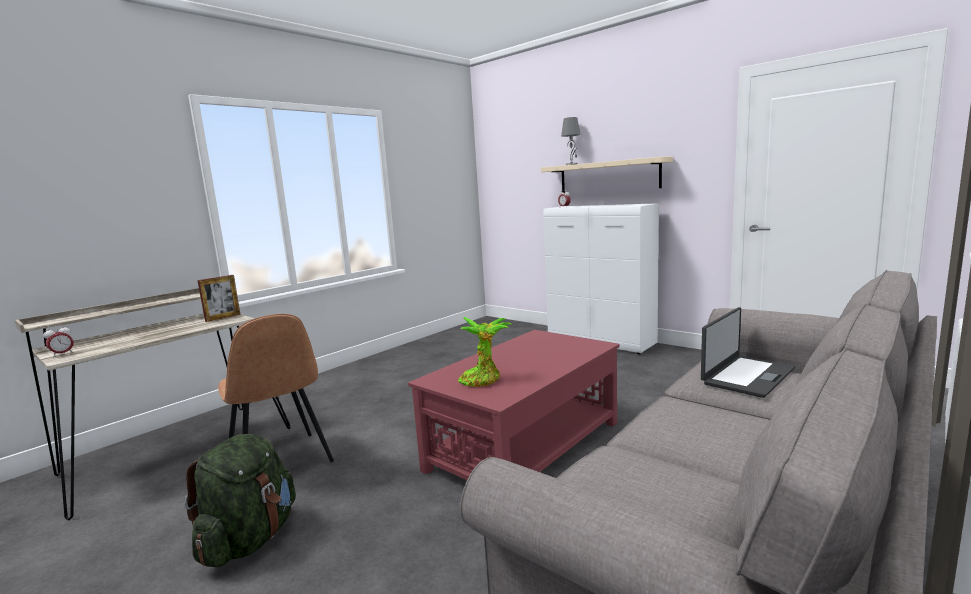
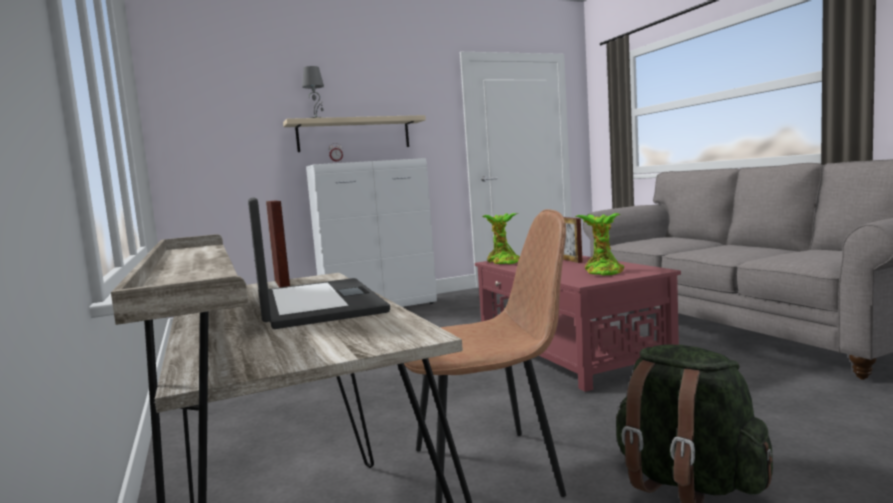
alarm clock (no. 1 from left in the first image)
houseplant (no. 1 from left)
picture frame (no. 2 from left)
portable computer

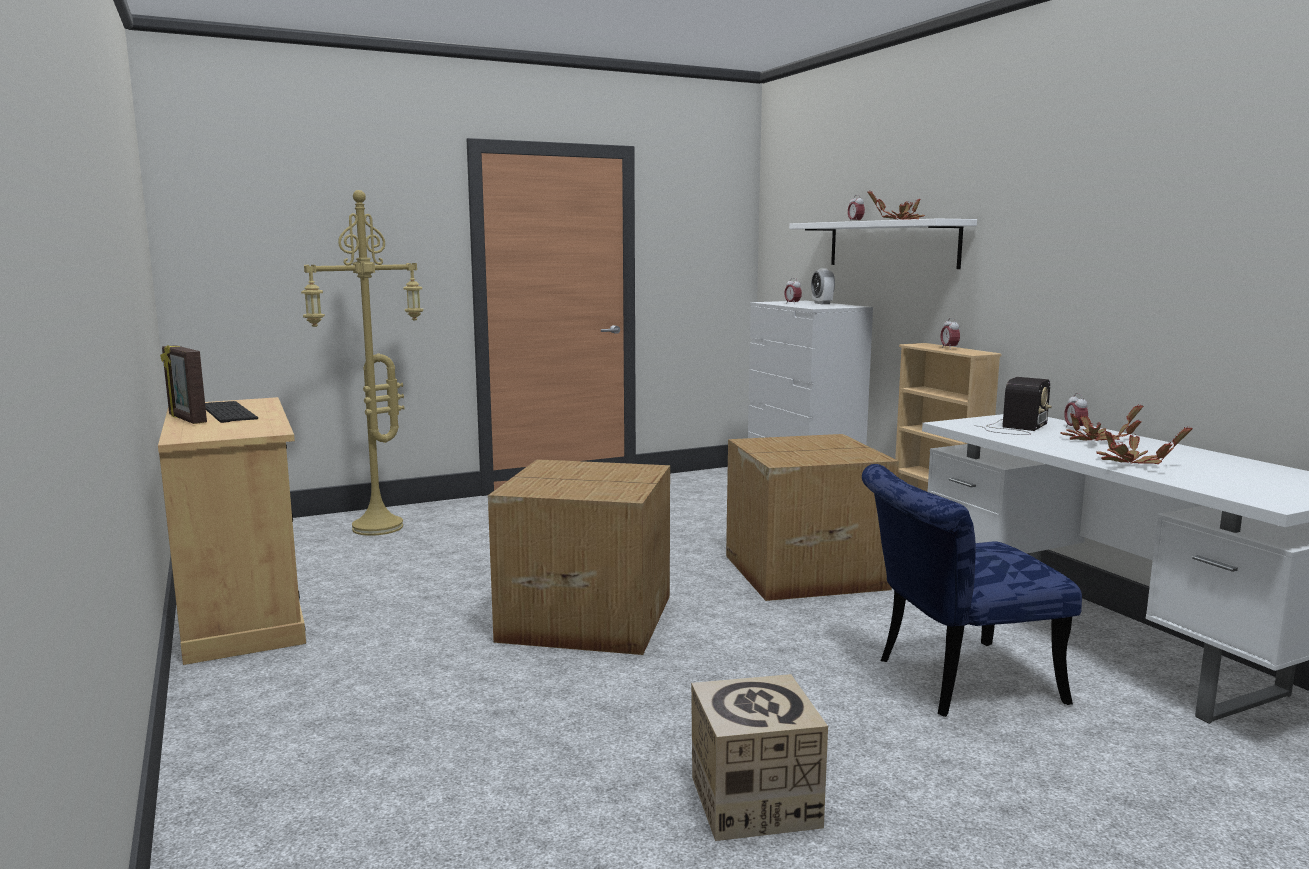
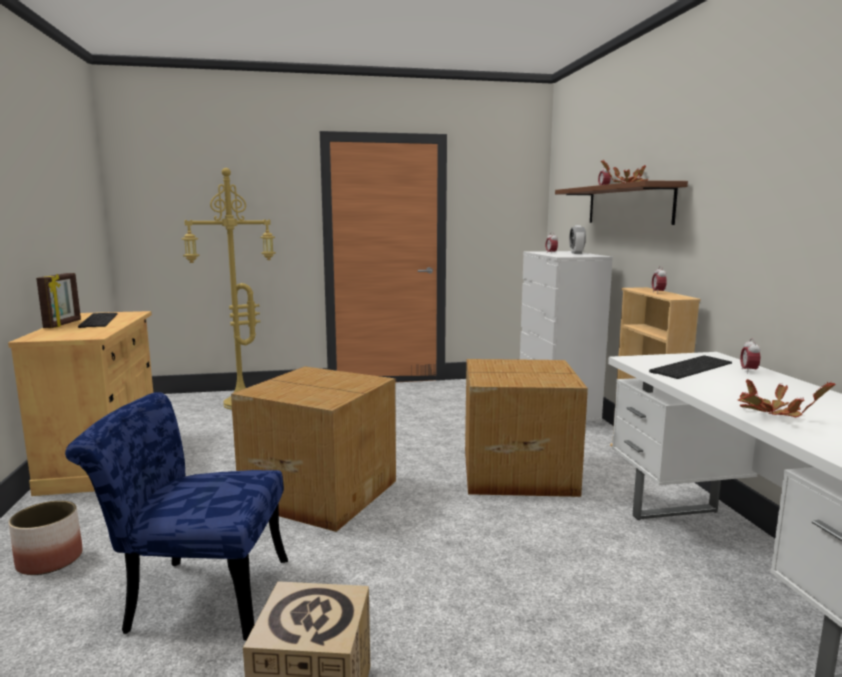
houseplant (no. 2 from left in the first image)
plant pot
upright chair/blue-coloured
PC keyboard (no. 2 from left)
wall shelf/brown
picture frame

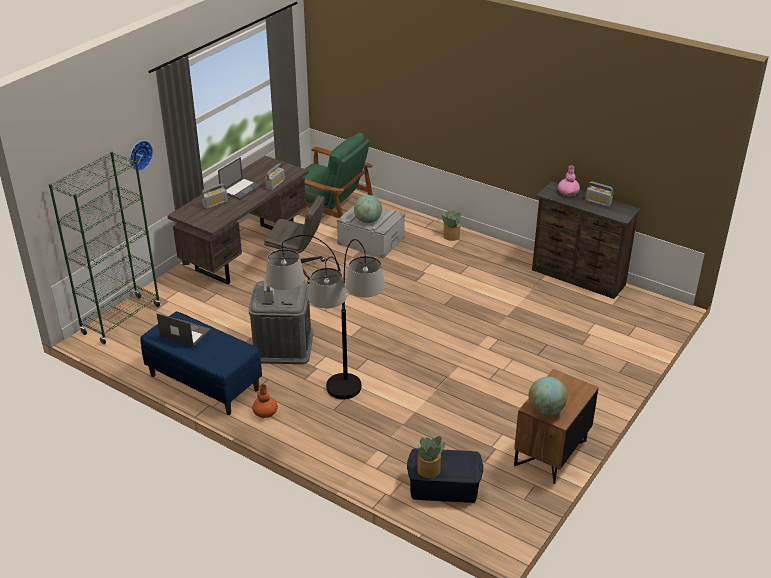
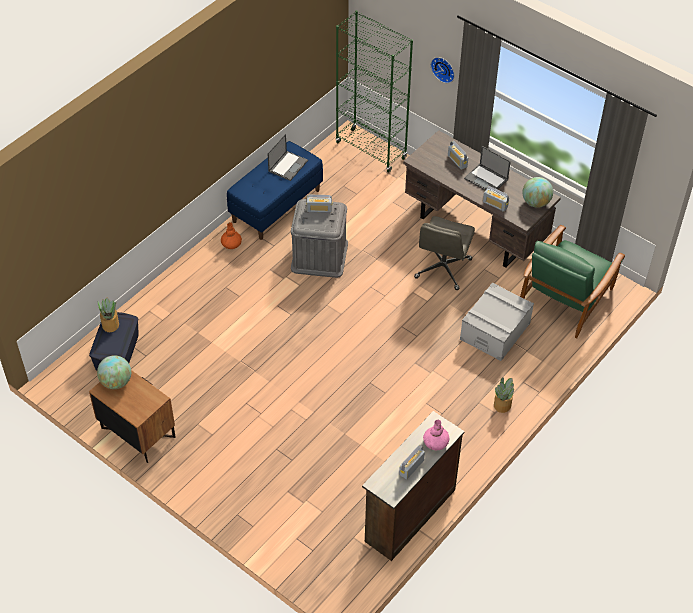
floor lamp
globe (no. 2 from left)

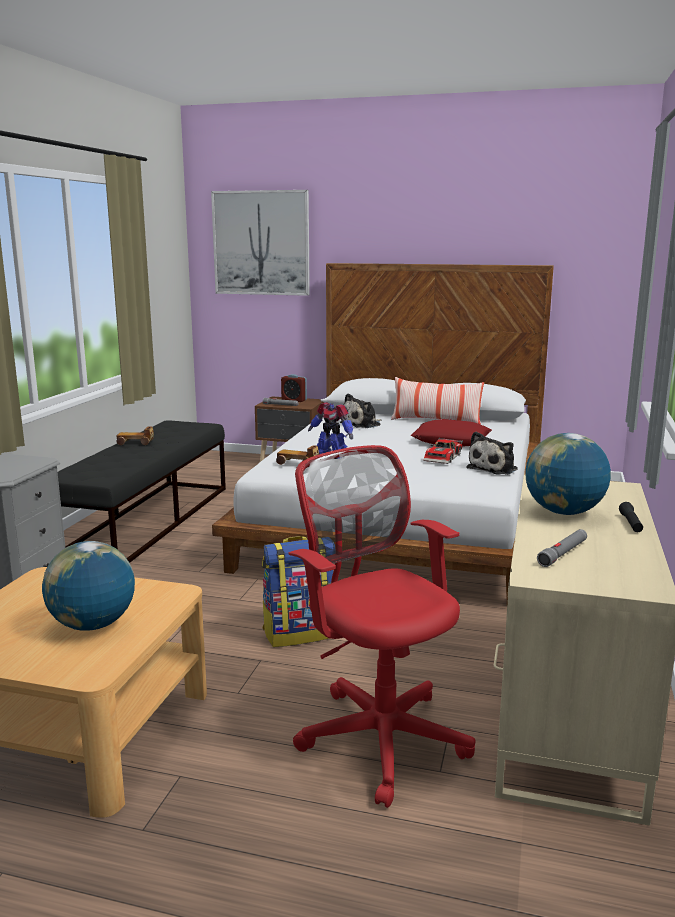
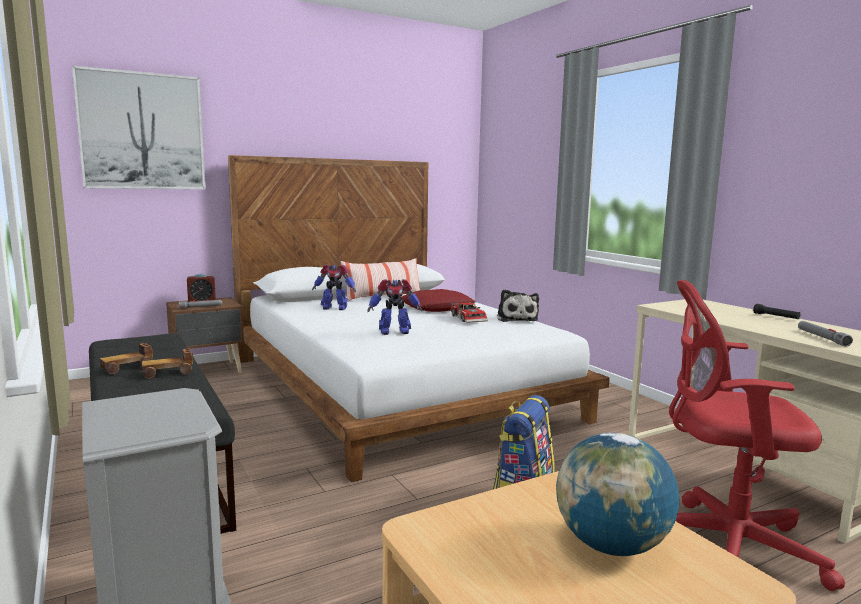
globe (no. 2 from left in the first image)
miniature car (no. 2 from left)
toy robot (no. 1 from left)

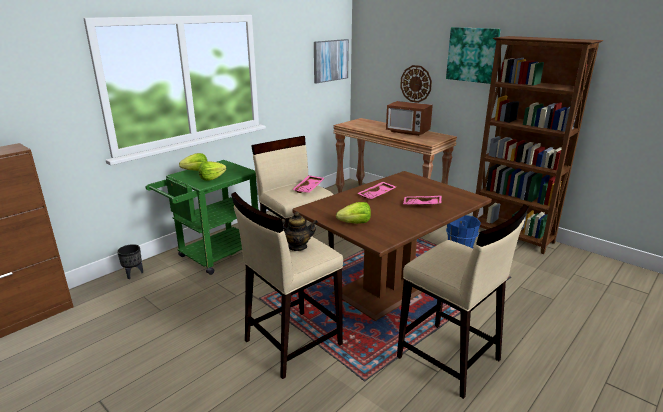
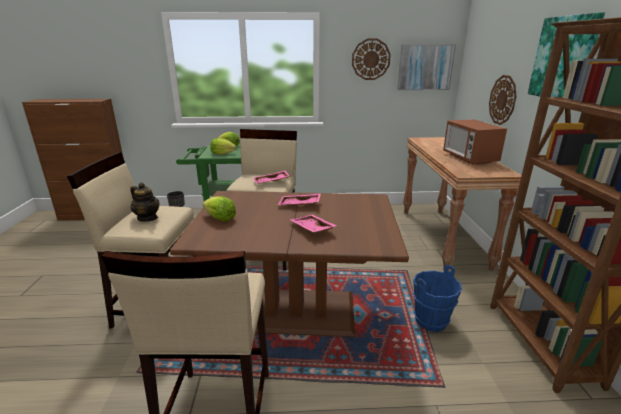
clock on the wall (no. 1 from left)

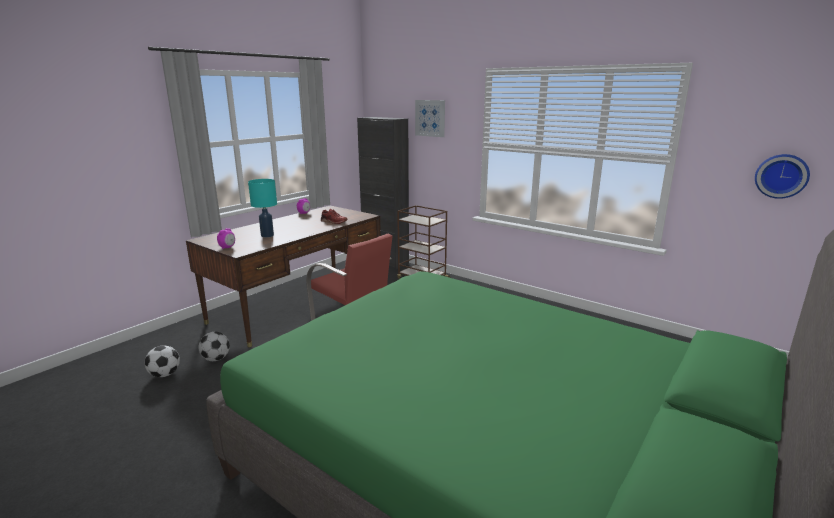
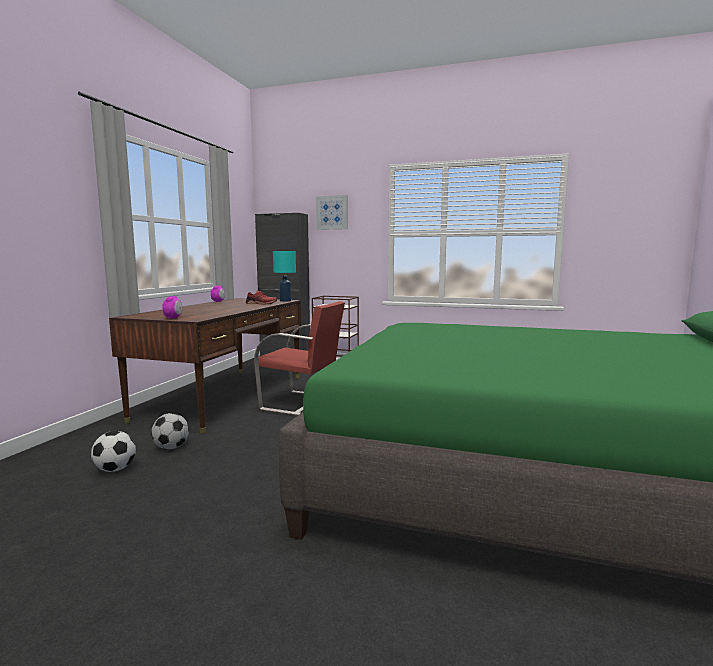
clock on the wall
lamp for a table/turquoise

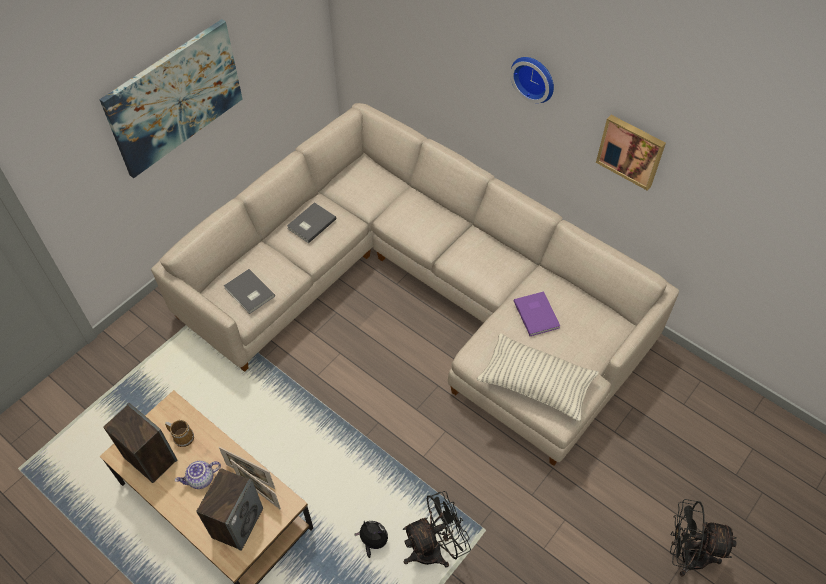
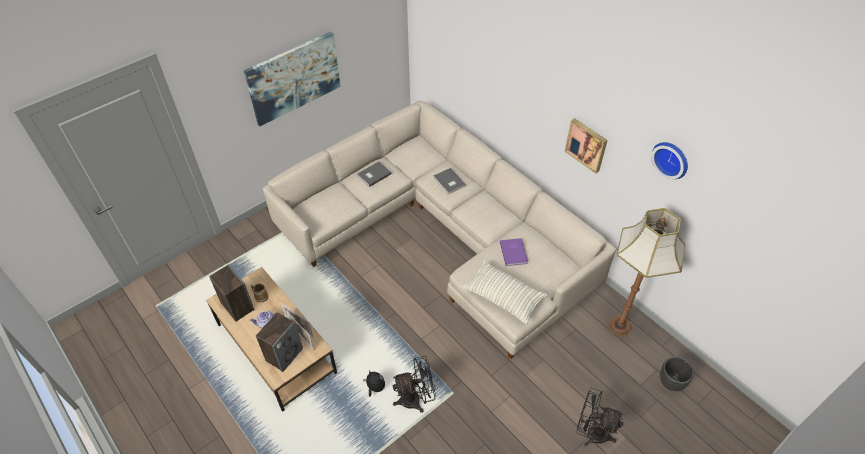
floor lamp
plant pot/black-coloured
book/grey (no. 2 from left)
clock on the wall

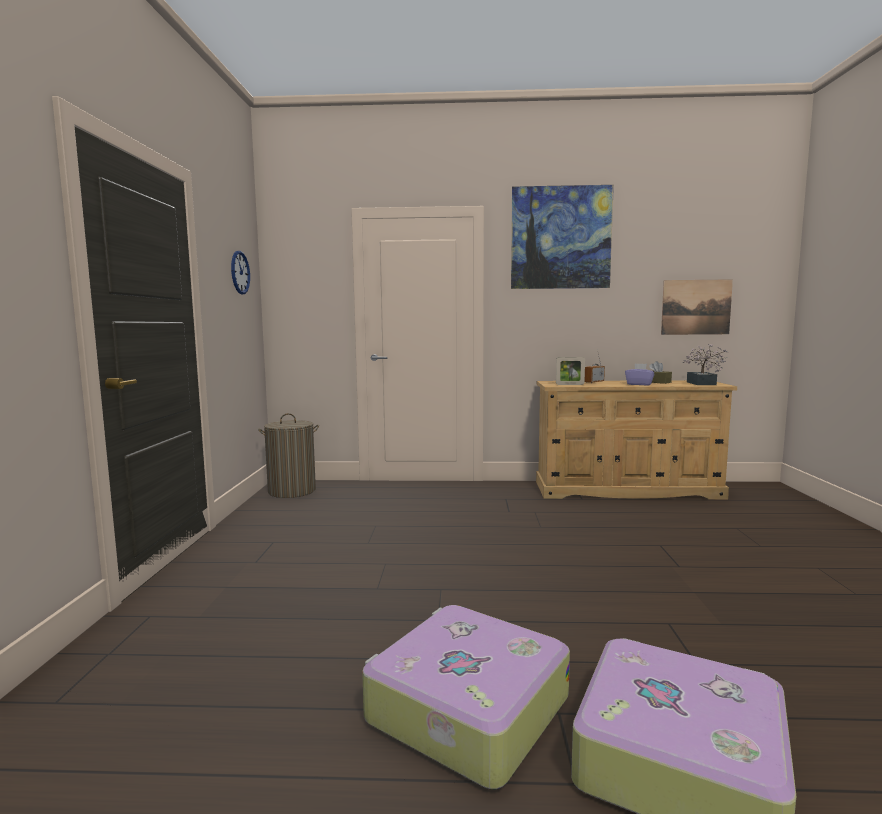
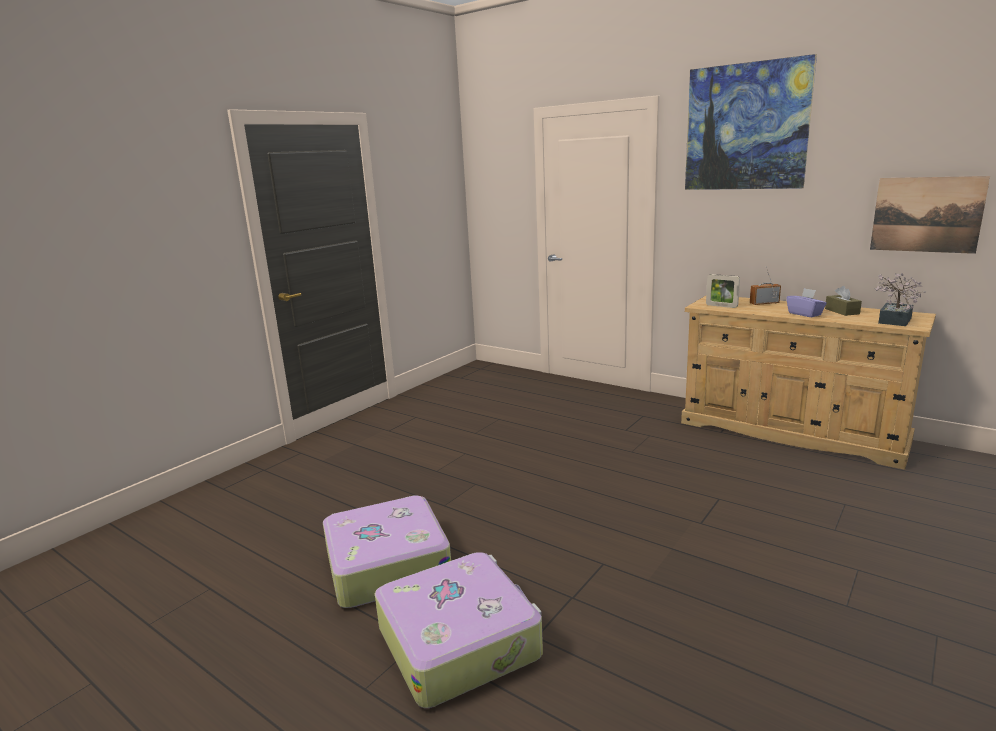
clock on the wall
washing basket

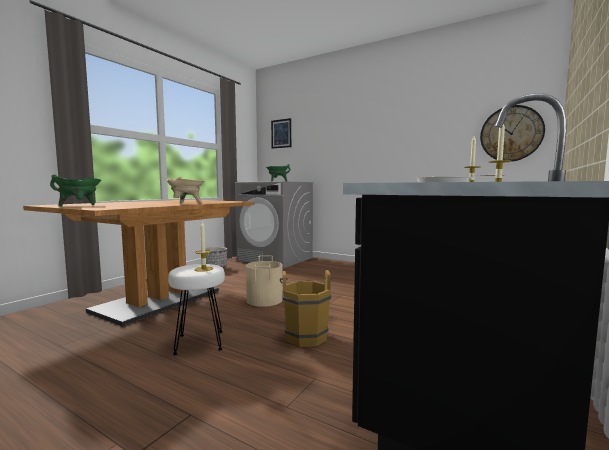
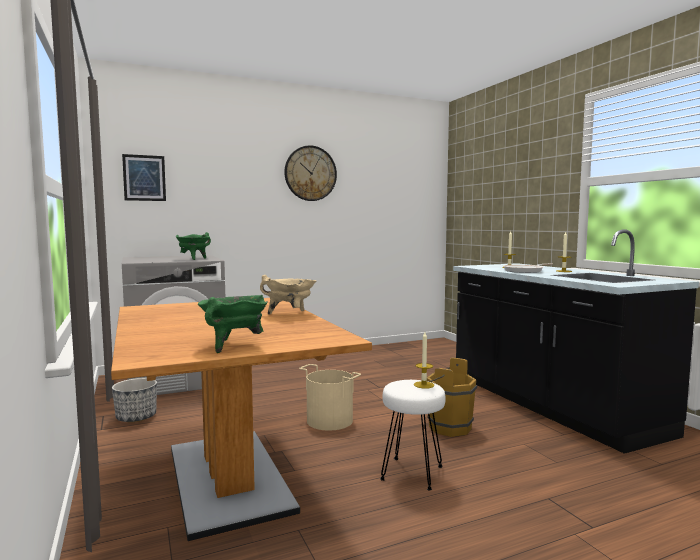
clock on the wall

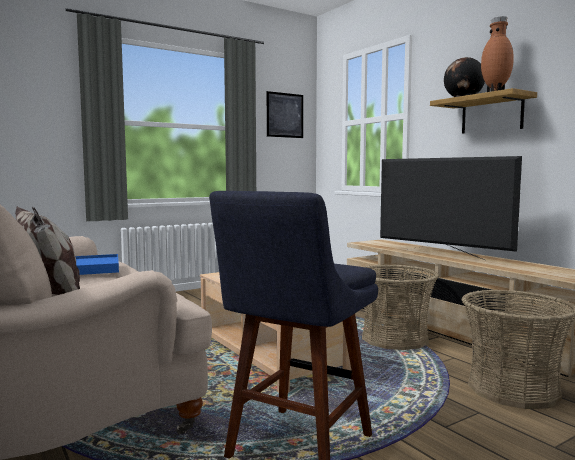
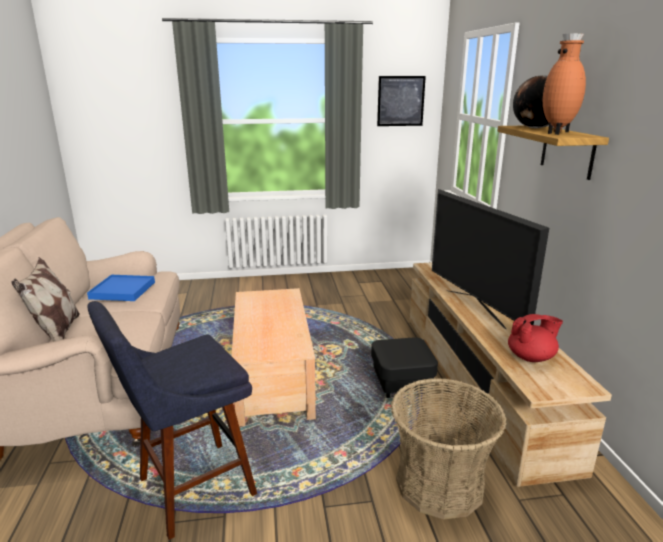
teapot/red-coloured
ottoman/black-coloured

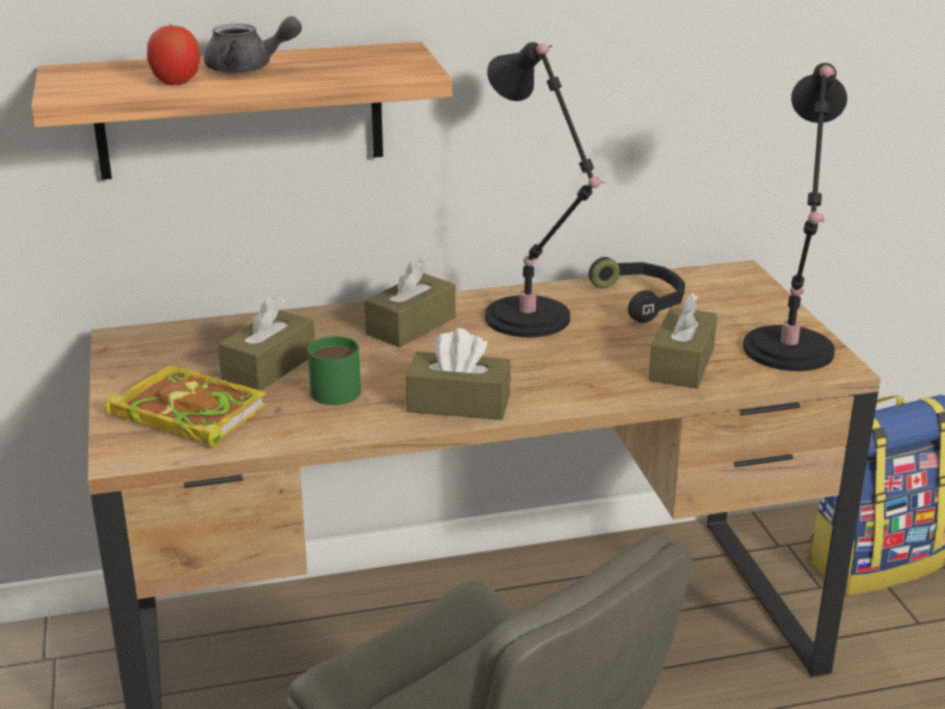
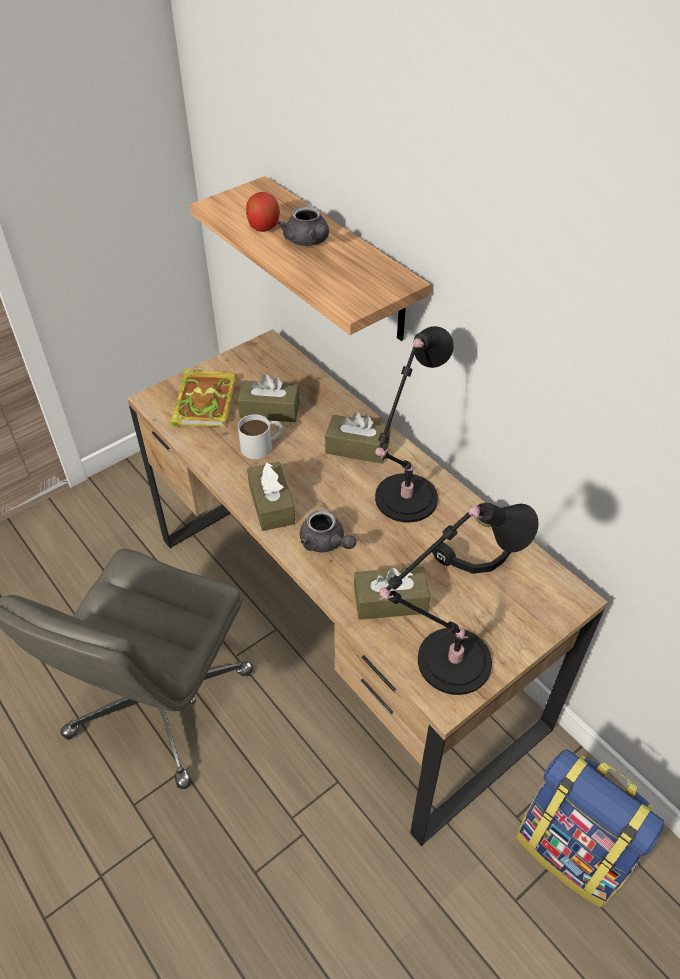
teapot/grey (no. 2 from left)
tea mug/white-coloured

